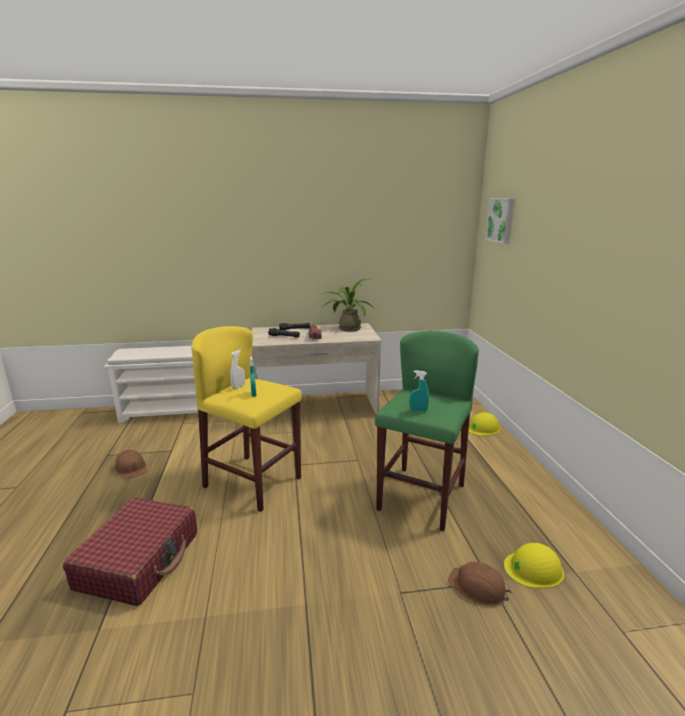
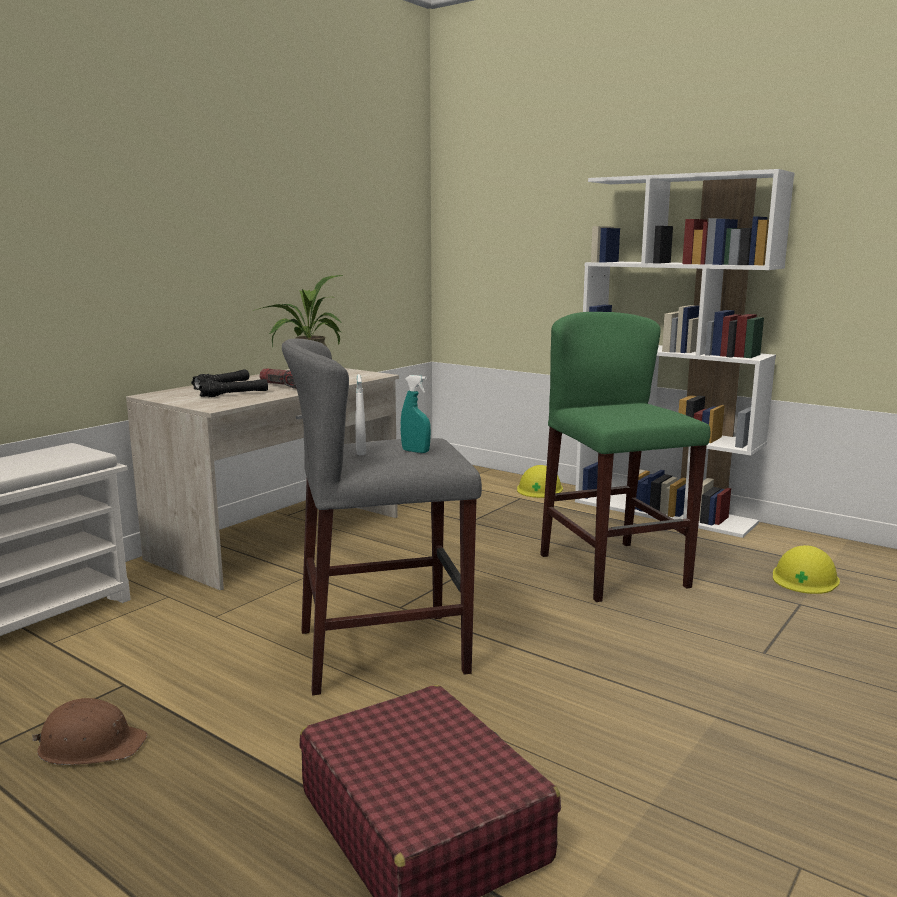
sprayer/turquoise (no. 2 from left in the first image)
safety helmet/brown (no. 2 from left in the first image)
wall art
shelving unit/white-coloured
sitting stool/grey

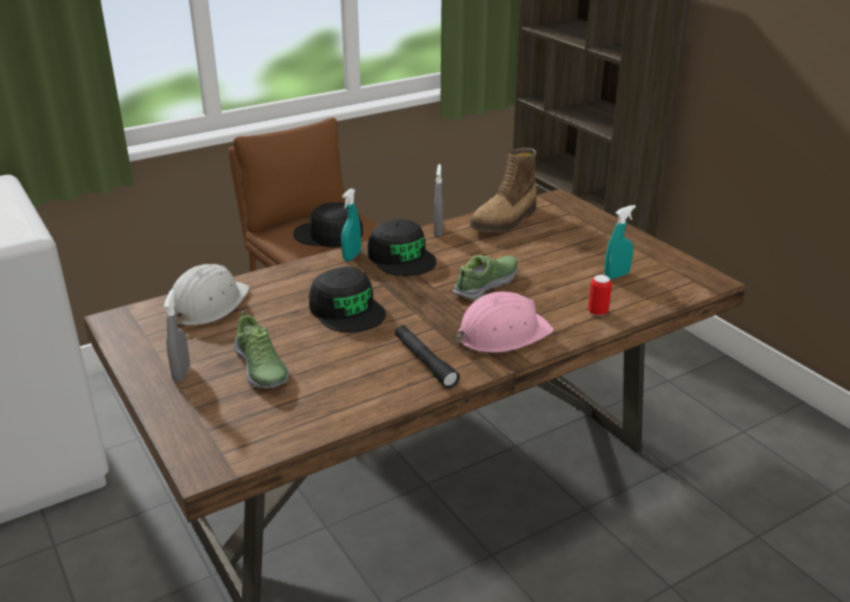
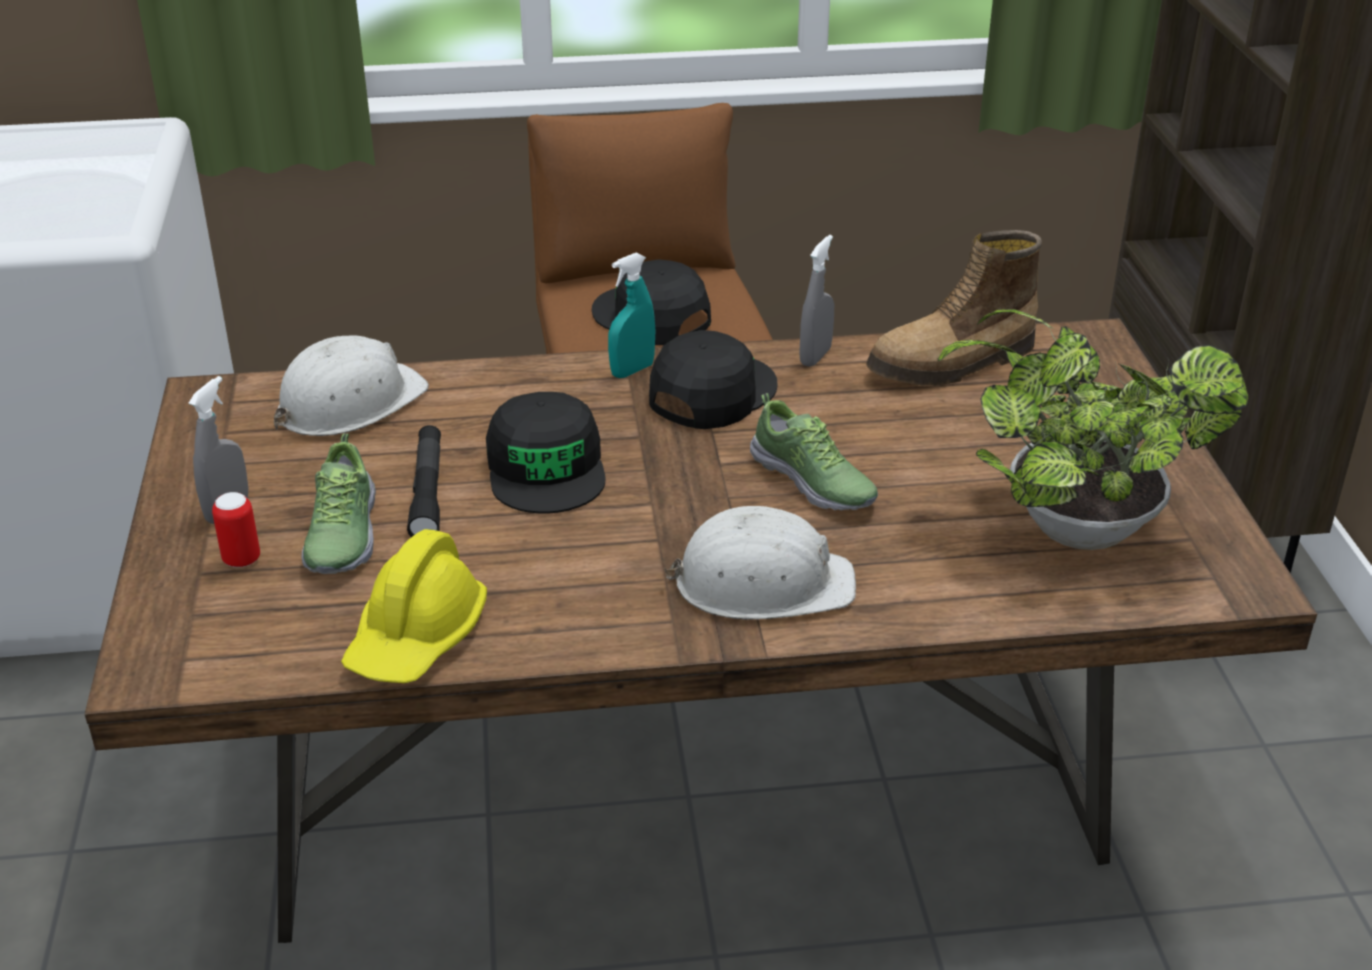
safety helmet/yellowish
flashlight/black-coloured
can
houseplant
safety helmet/white-coloured (no. 2 from left)
peaked cap/black-coloured (no. 3 from left)
shoe (no. 2 from left)

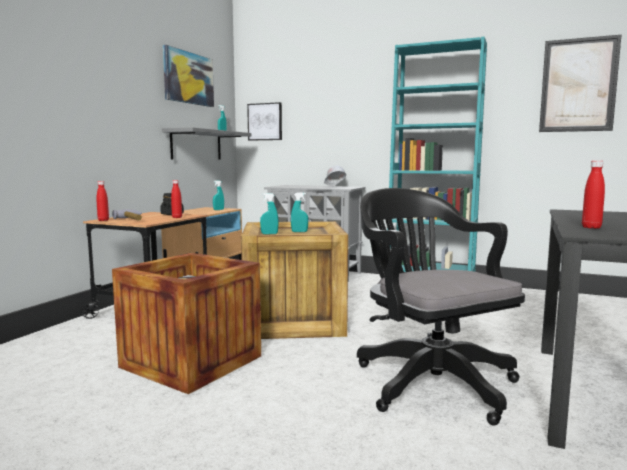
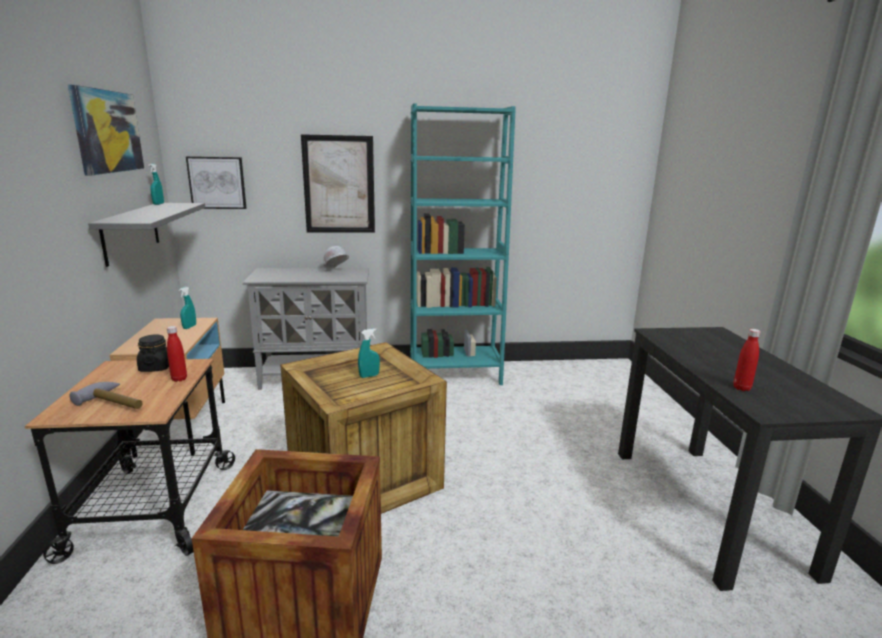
beverage bottle/red-coloured (no. 1 from left in the first image)
sprayer/turquoise (no. 3 from left in the first image)
office chair/black-coloured
wall art (no. 3 from left)

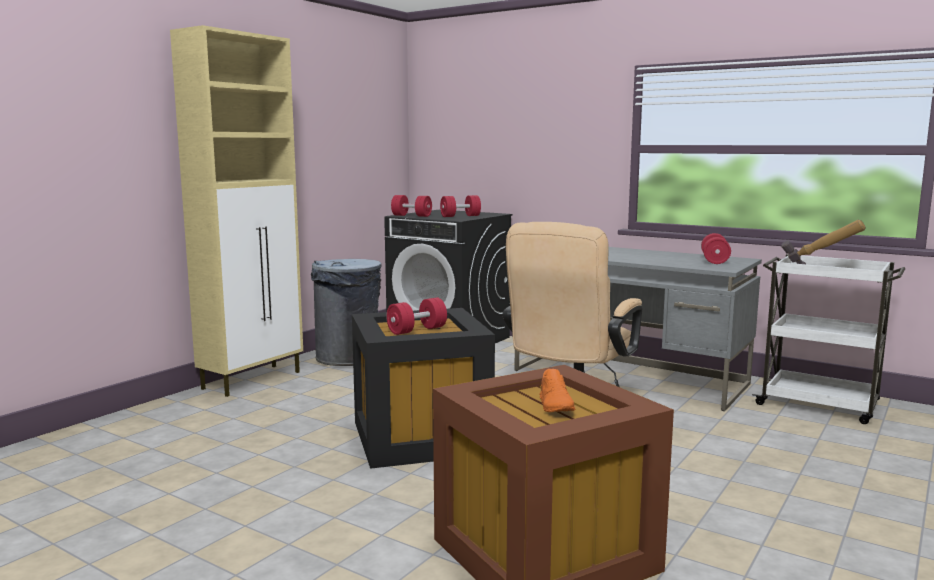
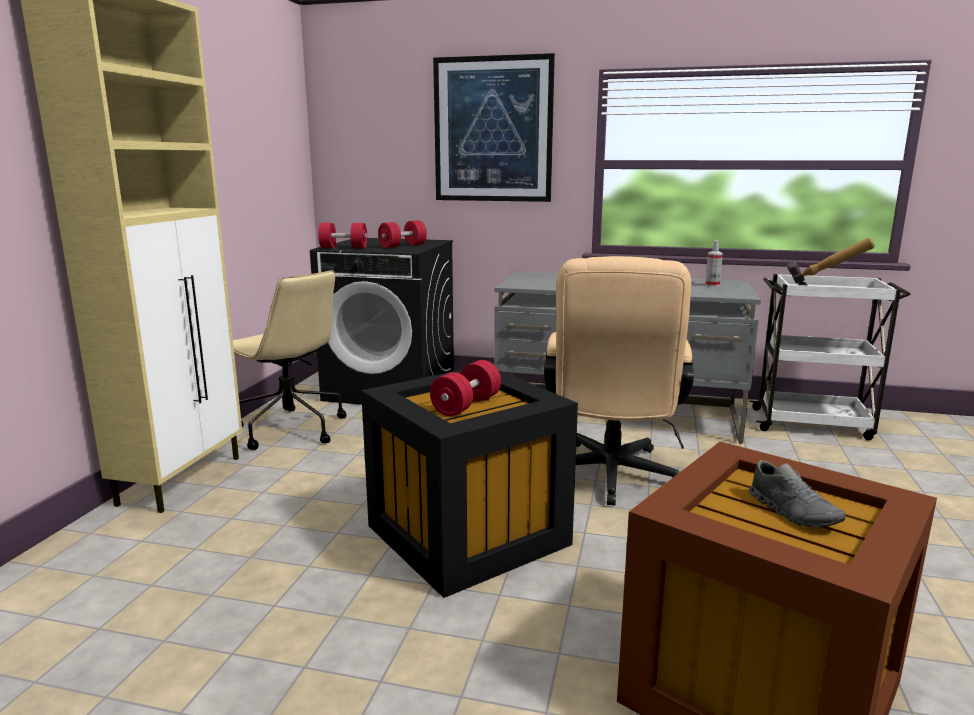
wall art
office chair/beige-coloured (no. 1 from left)
sprayer
shoe/grey

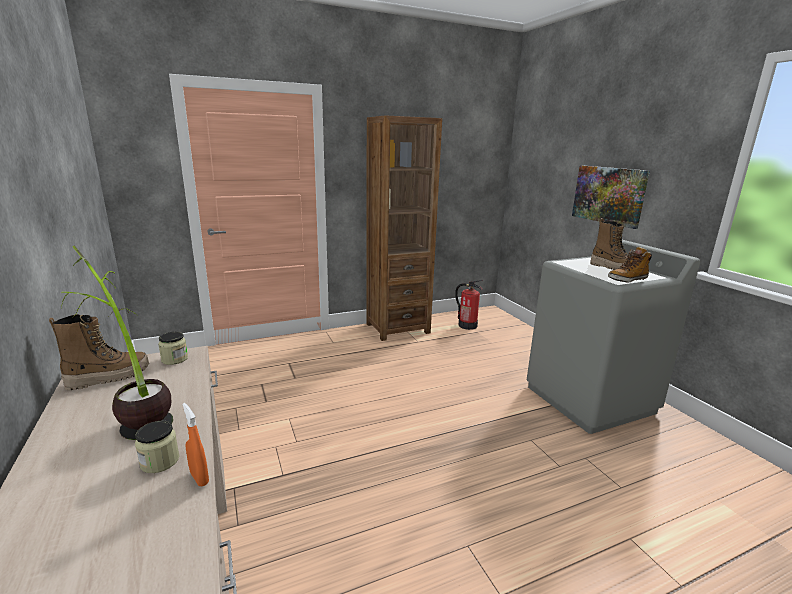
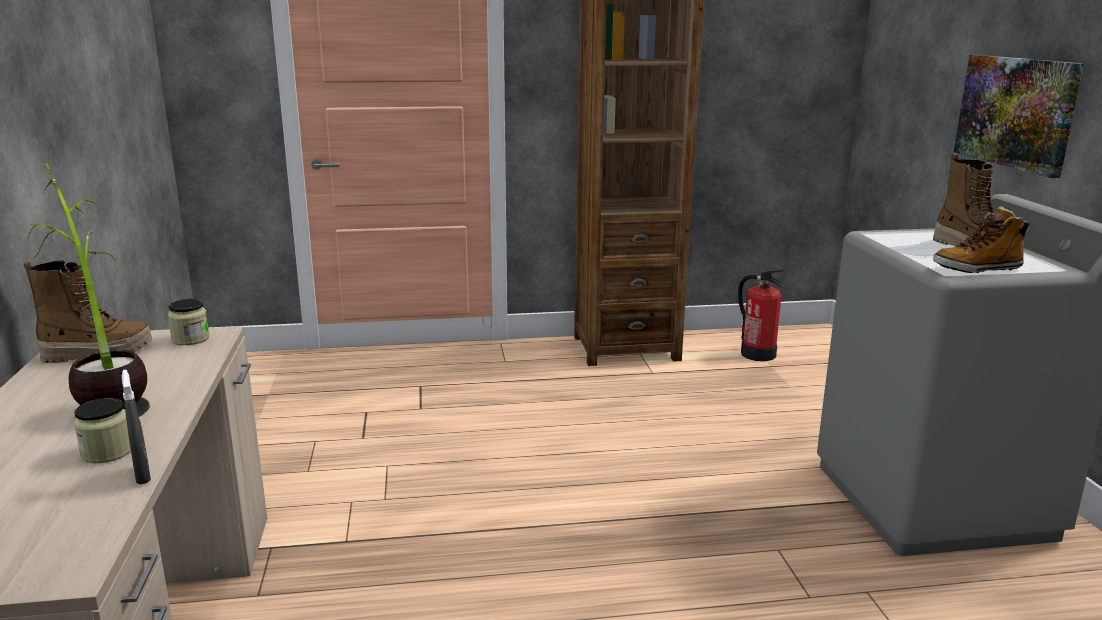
sprayer/grey

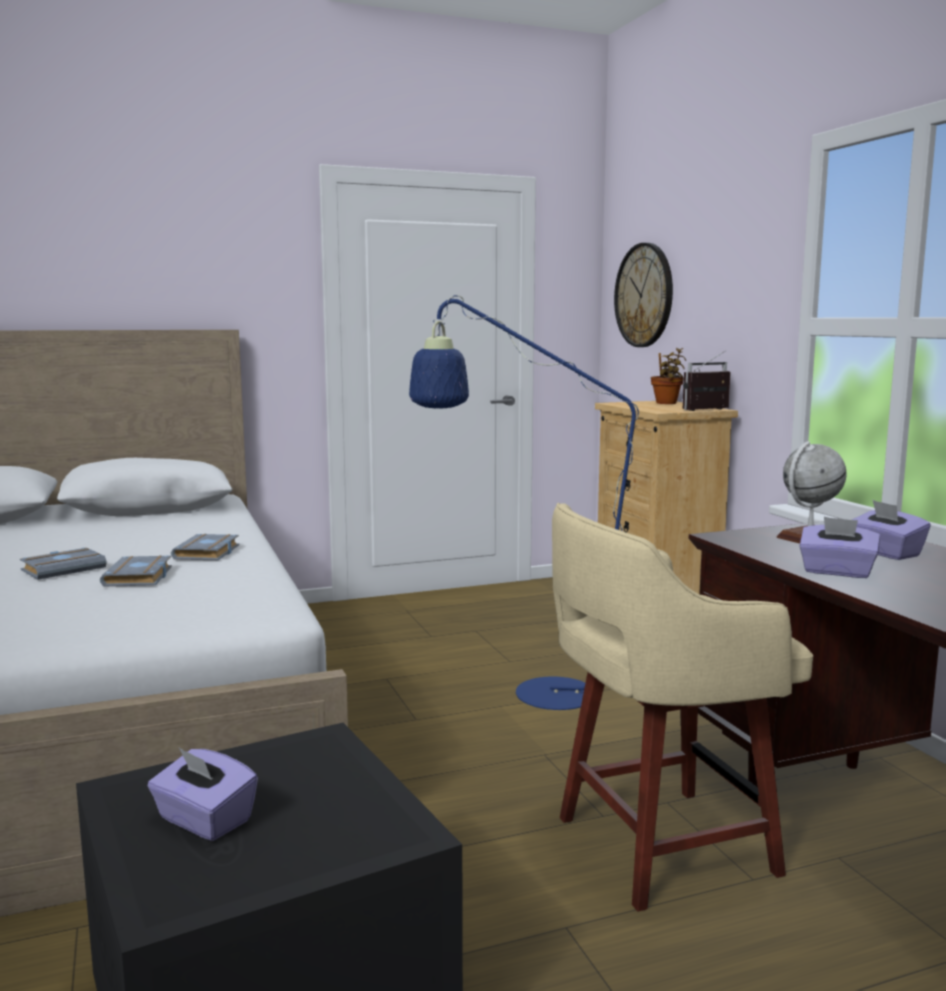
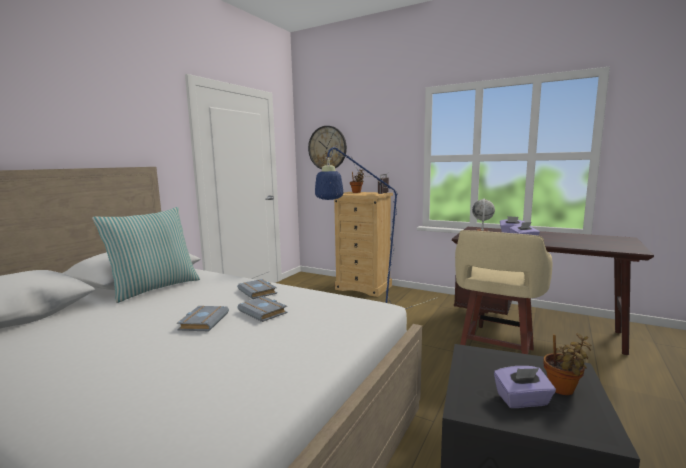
throw pillow
houseplant (no. 2 from left)

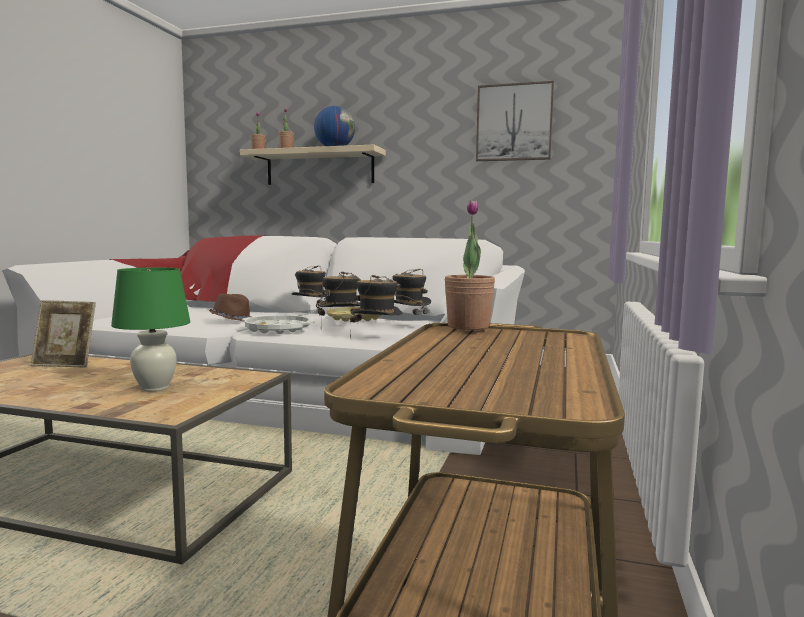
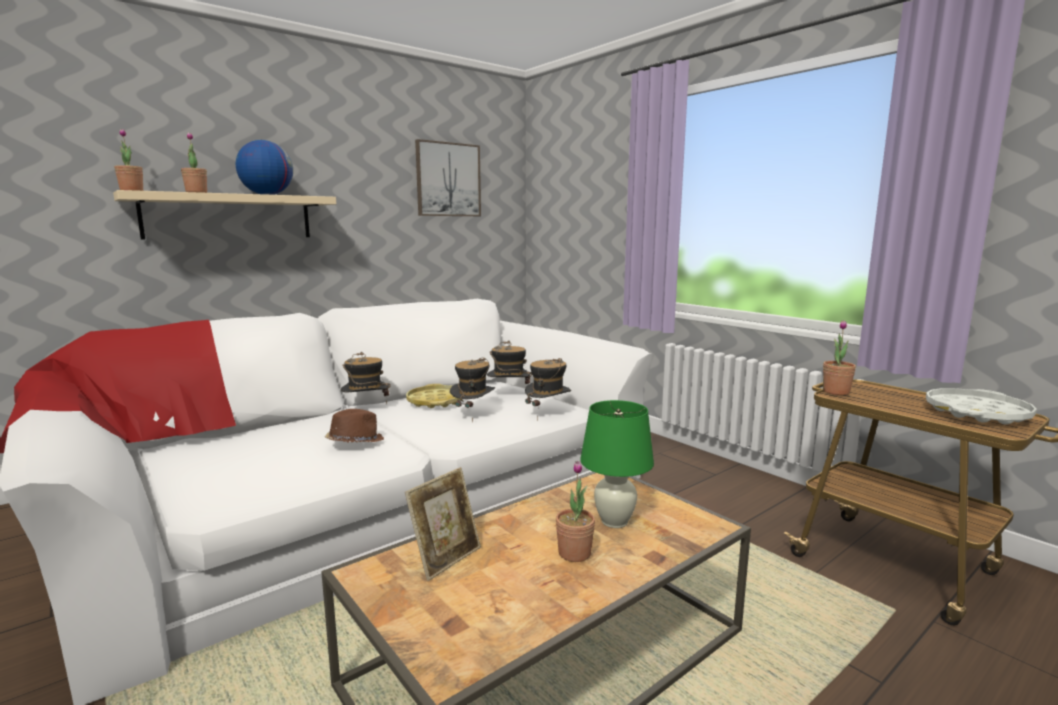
houseplant (no. 3 from left)
serving tray/white-coloured

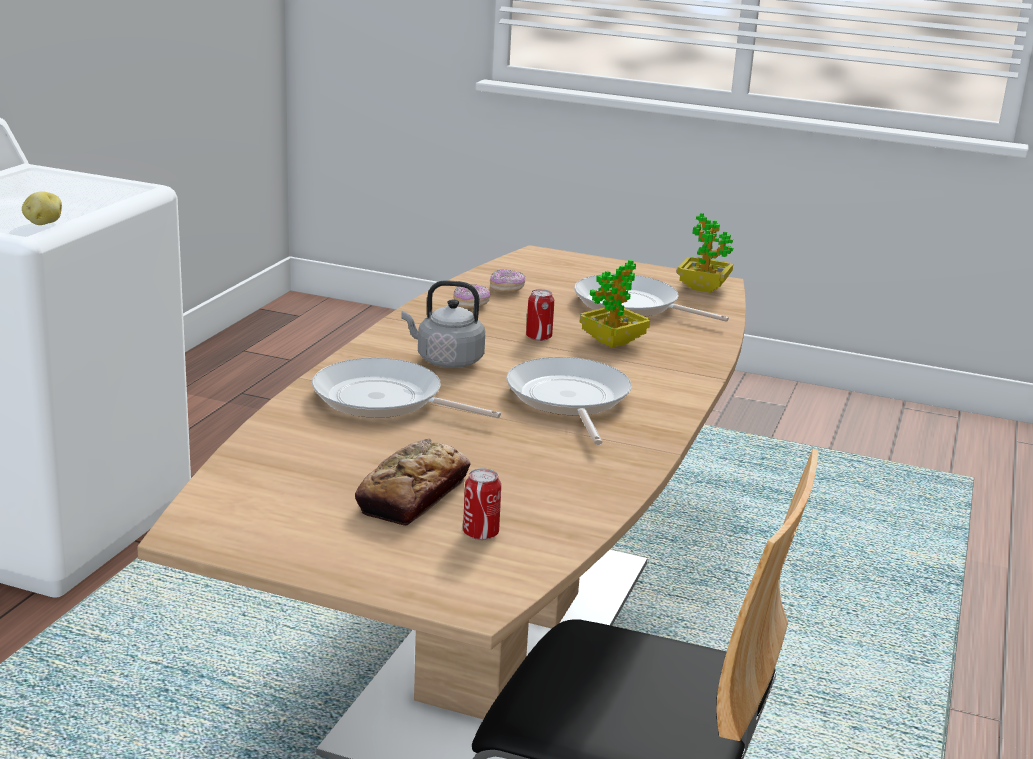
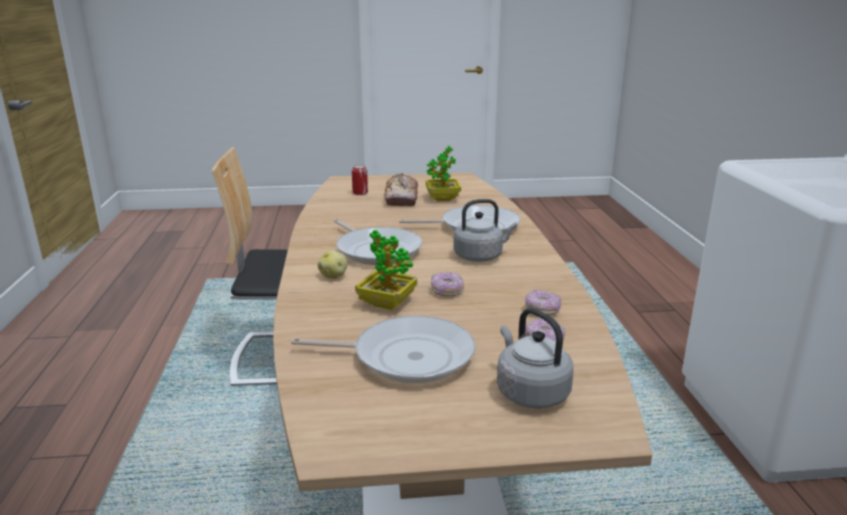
kettle/grey (no. 2 from left)
whole potato
houseplant (no. 2 from left)
donut (no. 1 from left)

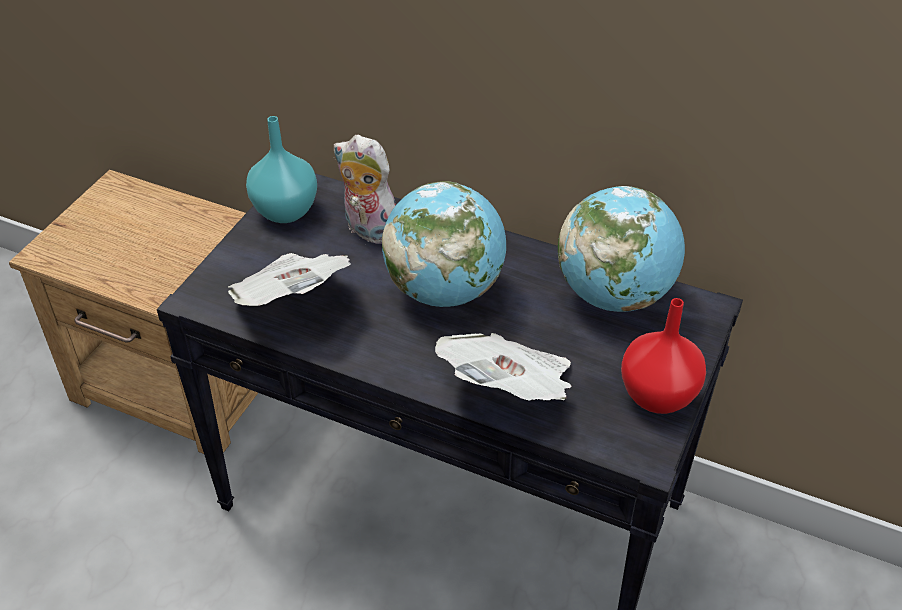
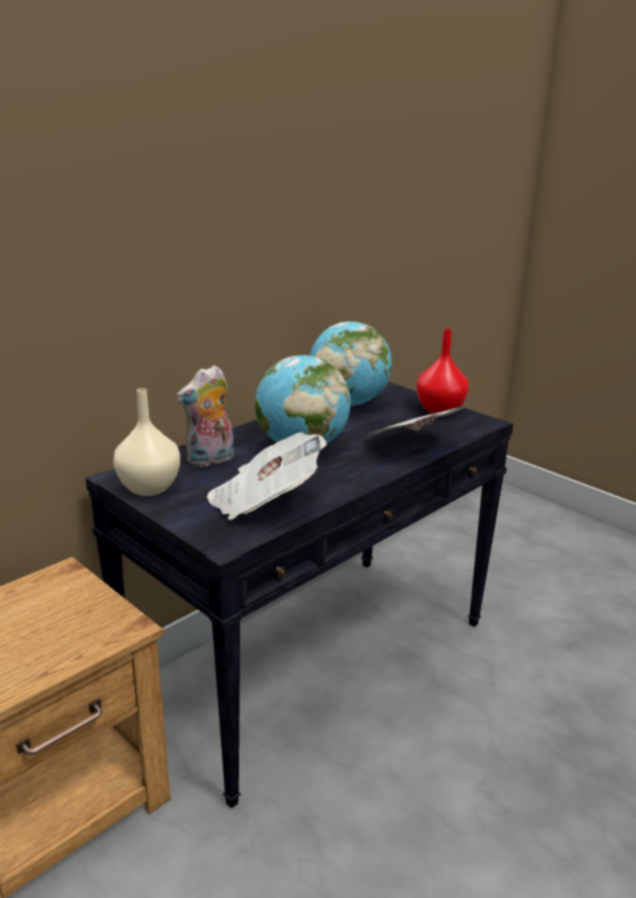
vase/beige-coloured

